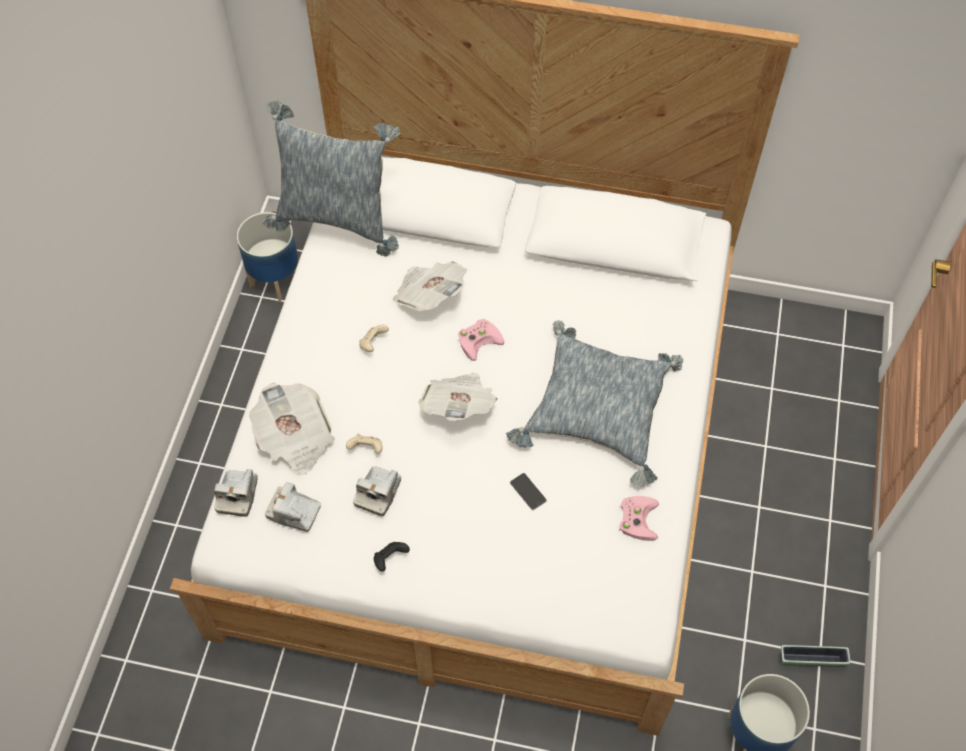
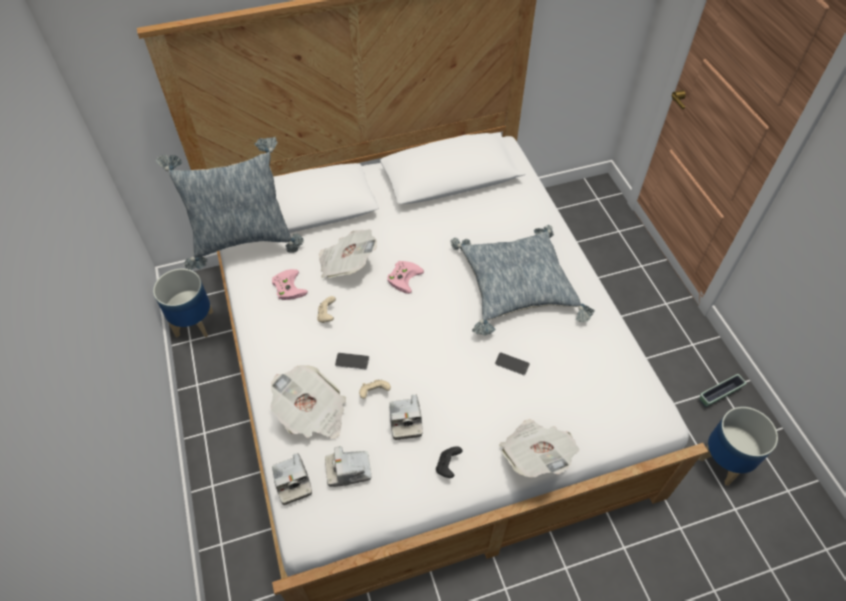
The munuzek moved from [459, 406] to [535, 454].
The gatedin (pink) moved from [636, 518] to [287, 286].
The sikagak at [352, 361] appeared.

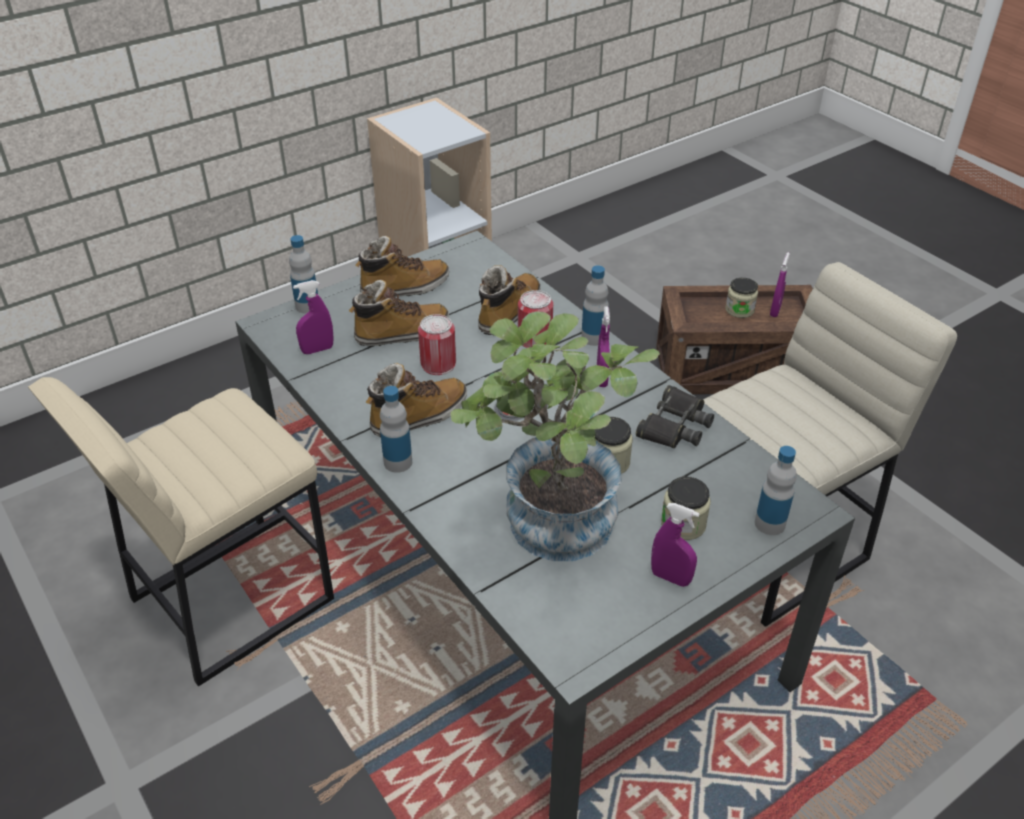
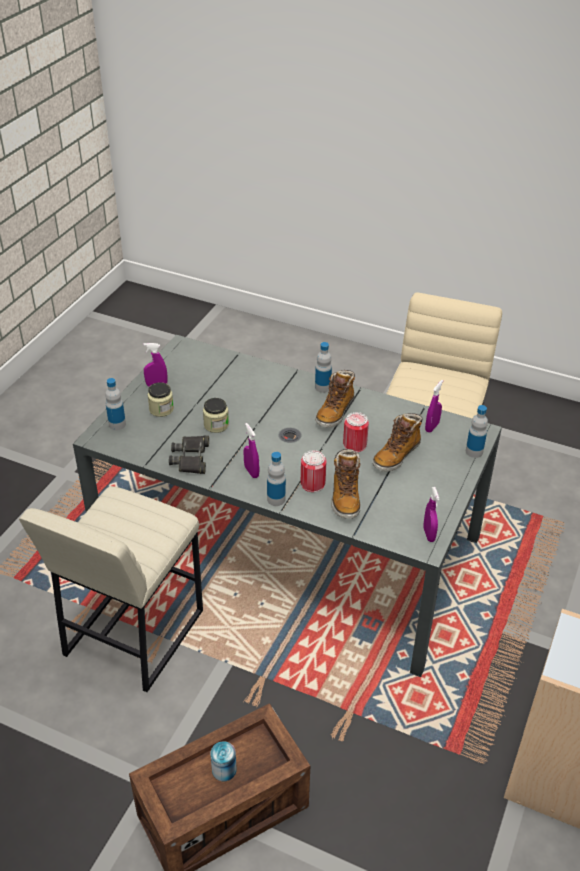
The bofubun at [405, 288] disappeared.
The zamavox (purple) moved from [775, 311] to [429, 534].
The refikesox at [739, 310] was replaced by the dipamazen at [224, 770].
The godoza at [548, 531] disappeared.

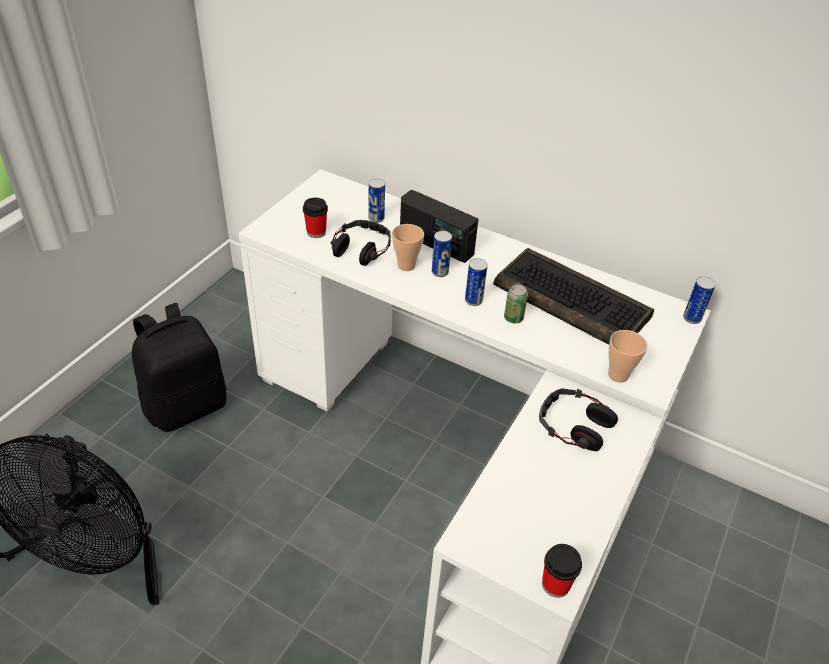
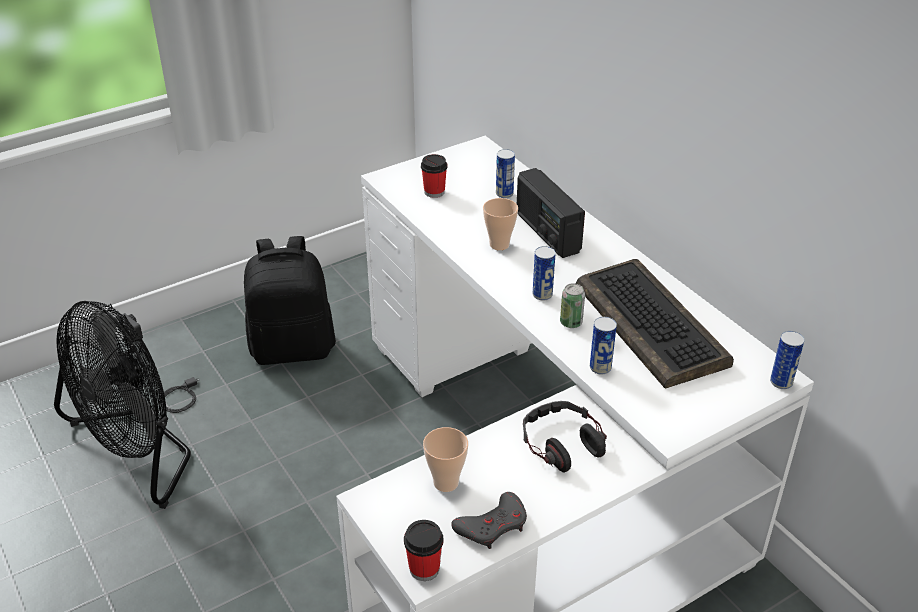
The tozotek at [361, 248] disappeared.
The dipamazen moved from [440, 272] to [600, 367].
The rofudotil moved from [618, 375] to [446, 482].
The gatedin (grey) at [493, 525] appeared.

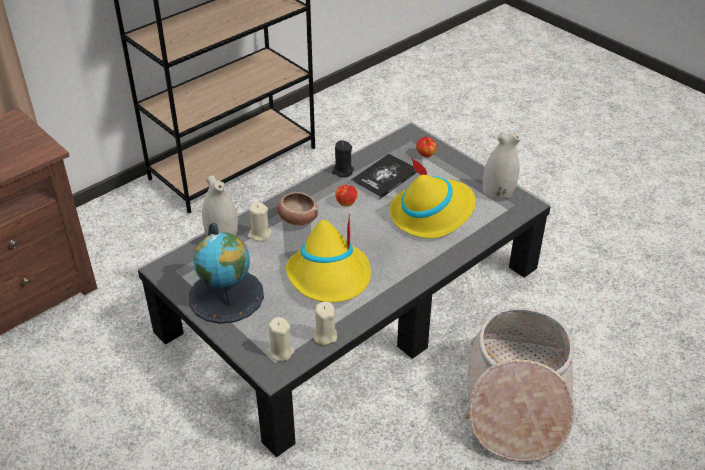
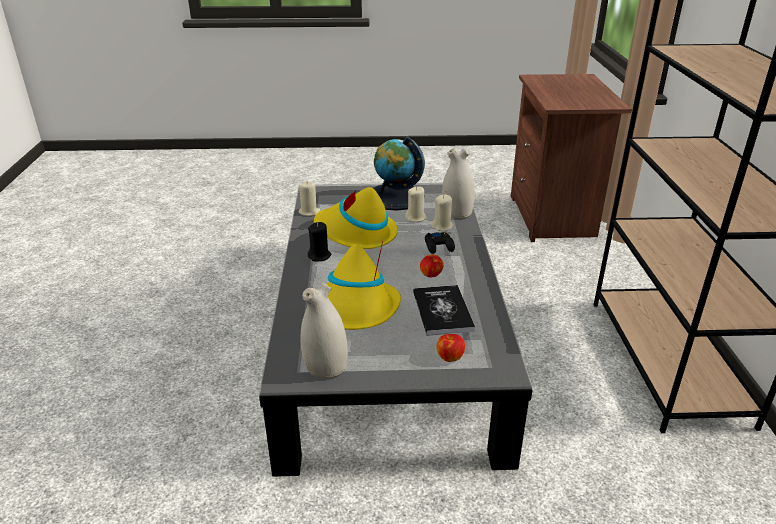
The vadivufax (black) moved from [342, 171] to [319, 256].
The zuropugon at [297, 219] was replaced by the gatedin (black) at [439, 246].
The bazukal at [516, 400] disappeared.
The vadivufax (beige) moved from [280, 352] to [416, 218].

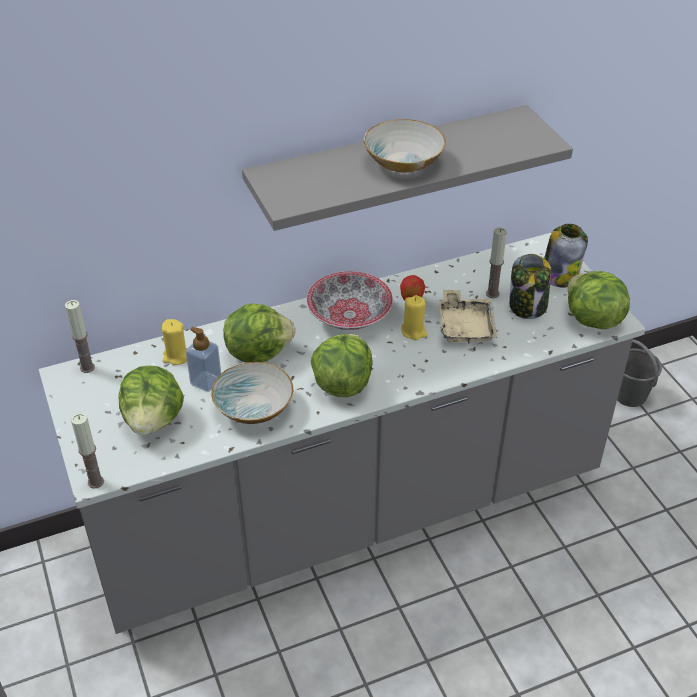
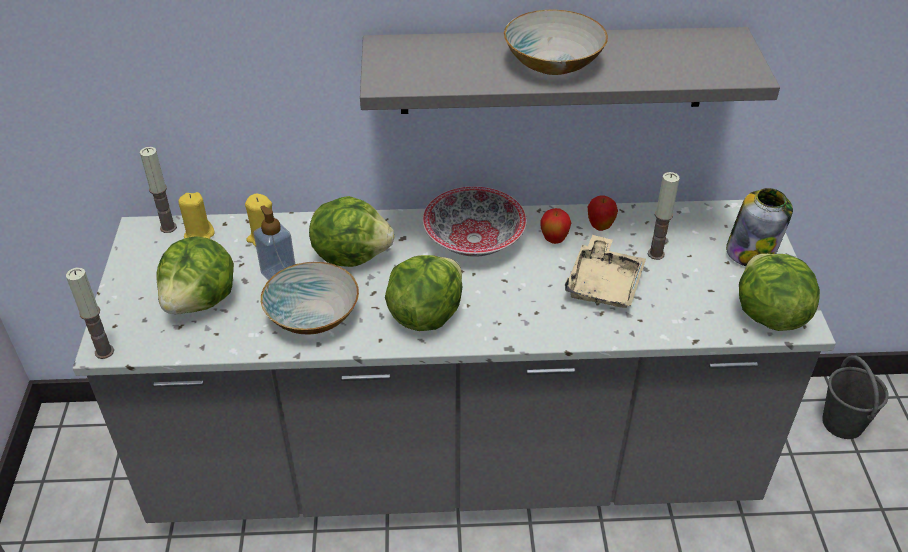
The refikesox at [528, 306] disappeared.
The vadivufax (yellow) moved from [414, 331] to [199, 235].
The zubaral at [600, 227] appeared.

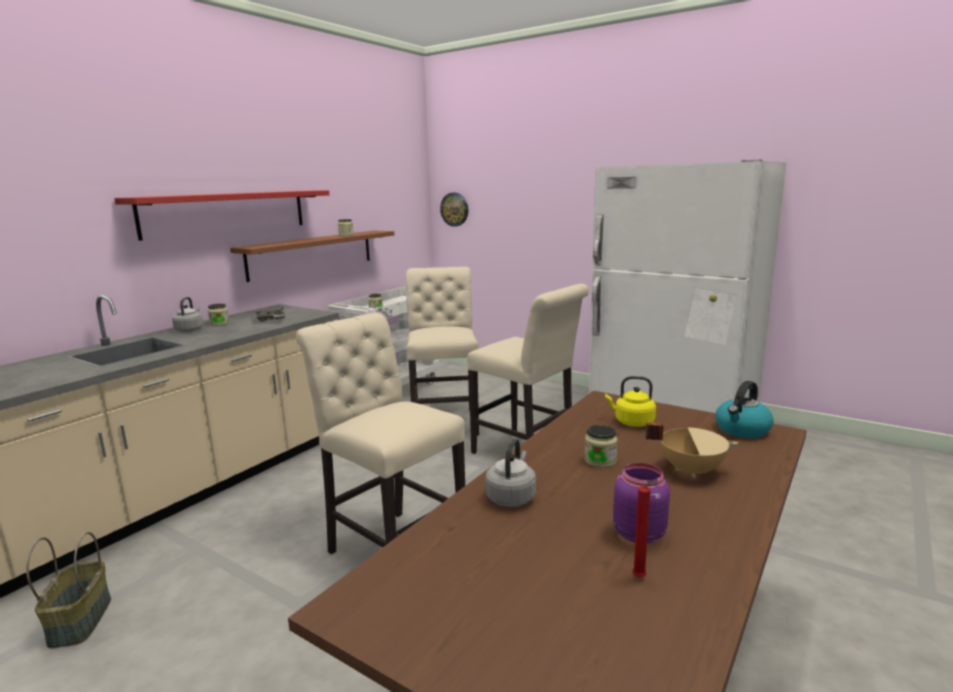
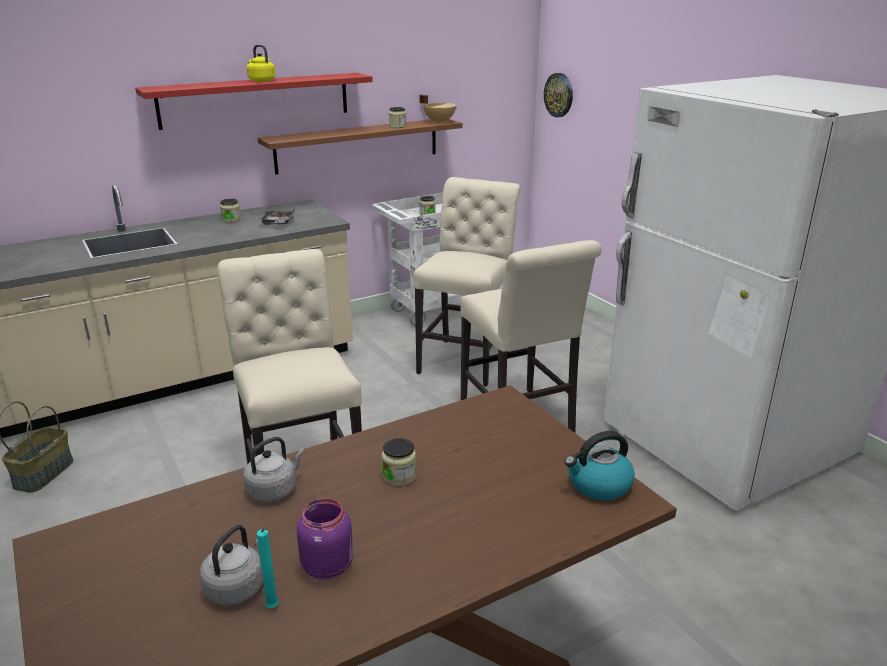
The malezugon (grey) moved from [190, 330] to [237, 586].
The malezugon (yellow) moved from [632, 422] to [261, 80].
The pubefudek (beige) moved from [690, 470] to [439, 122].
The vadivufax (red) at [641, 578] became the vadivufax (turquoise) at [273, 608].

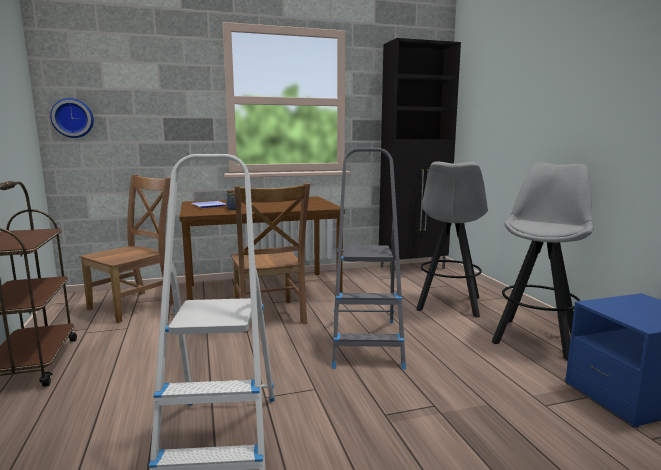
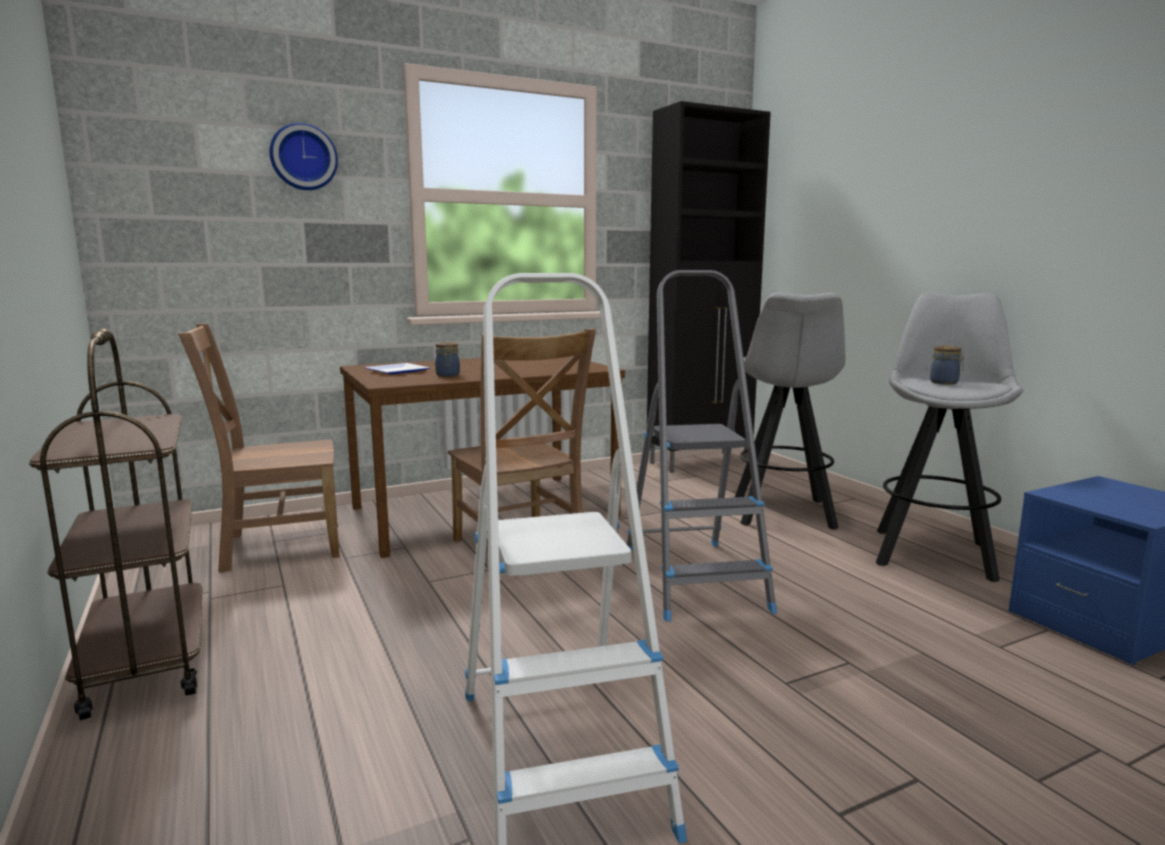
The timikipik moved from [73, 118] to [303, 157].
The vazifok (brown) at [135, 305] turned 135 degrees counterclockwise.
The refikesox at [945, 383] appeared.

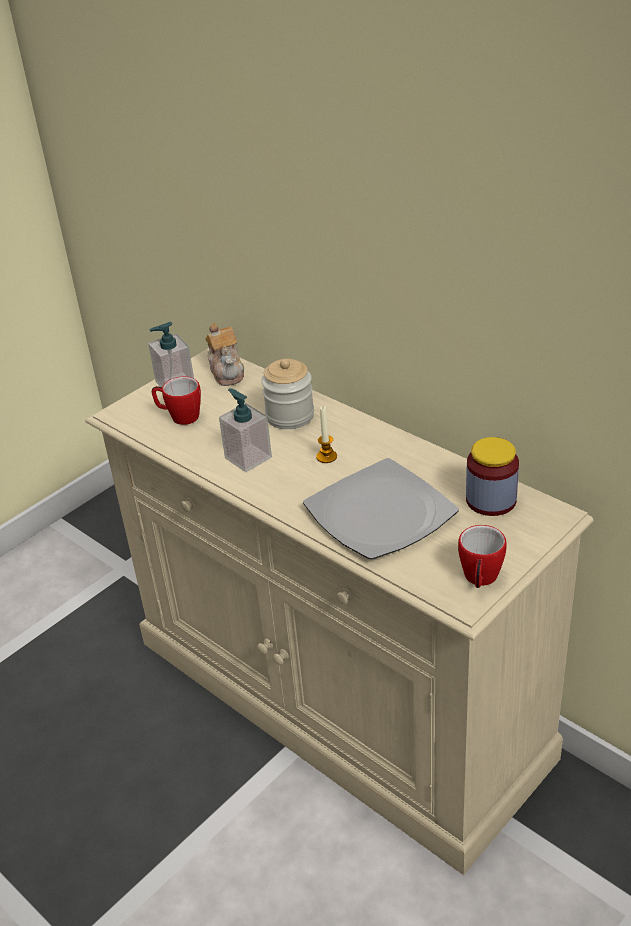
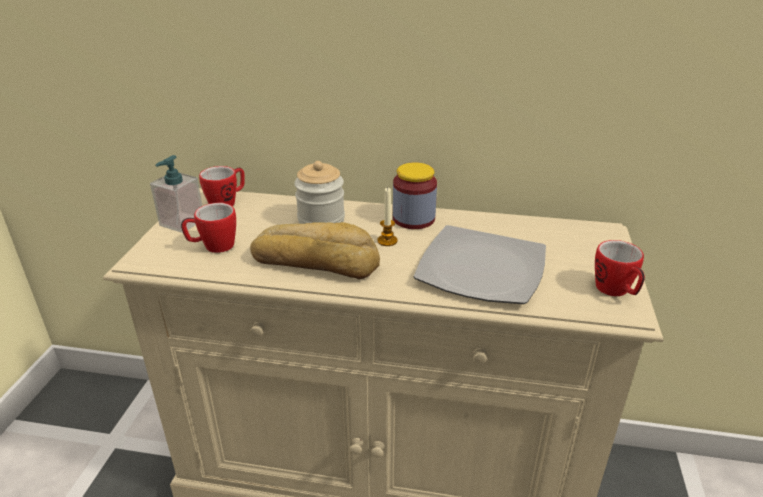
The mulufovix at [227, 372] was replaced by the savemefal at [227, 202].
The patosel at [248, 457] was replaced by the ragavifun at [316, 261].
The refikesox moved from [491, 500] to [413, 219].

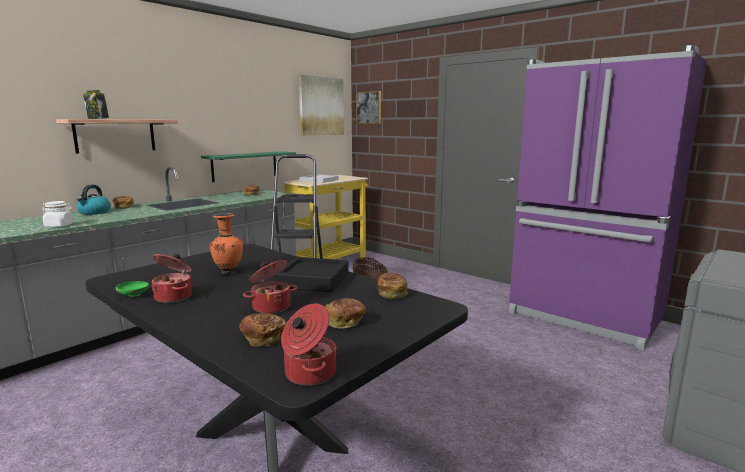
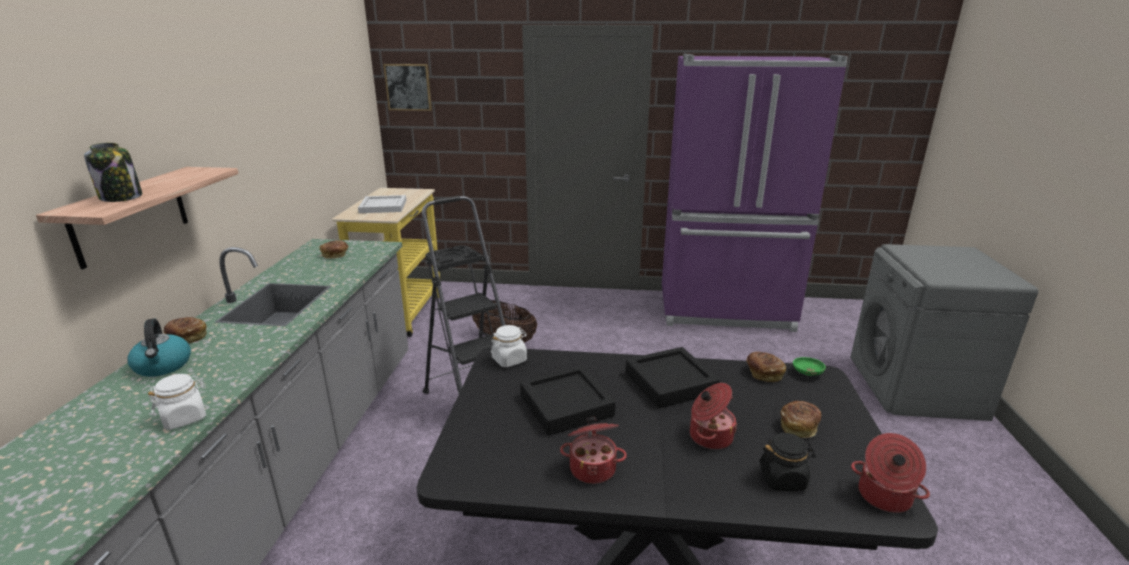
The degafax at [321, 106] disappeared.
The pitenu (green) at [245, 166] disappeared.
The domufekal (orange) at [228, 272] was replaced by the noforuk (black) at [566, 405].
The zuropugon (green) moved from [133, 295] to [807, 373].
The ragavifun at [263, 338] was replaced by the refikesox (black) at [783, 479].
The refikesox (white) at [509, 360] appeared.

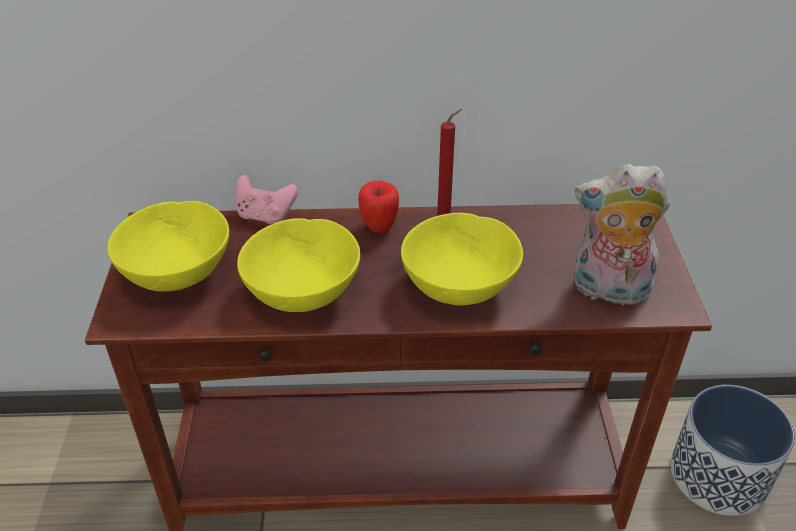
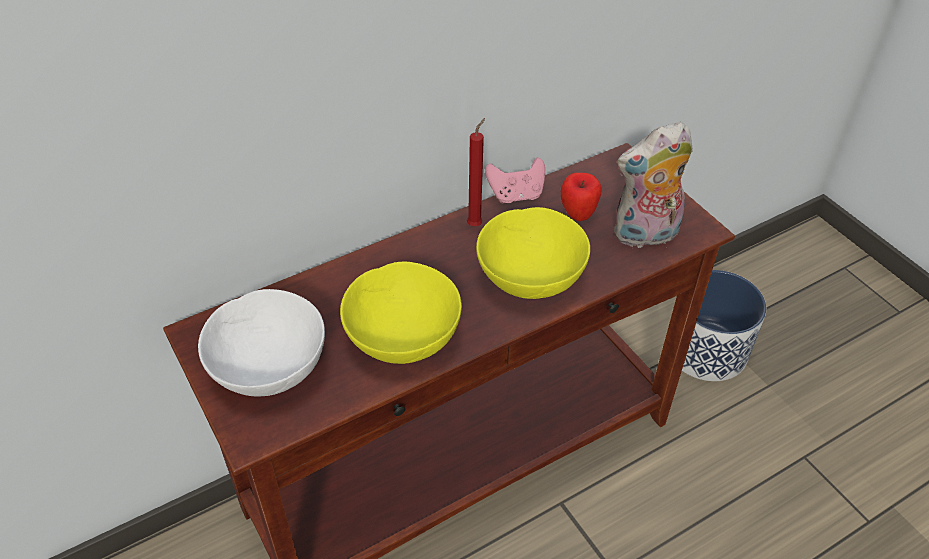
The gatedin (pink) moved from [265, 216] to [516, 195].
The zubaral moved from [379, 227] to [577, 215].
The zuropugon (yellow) at [177, 272] became the zuropugon (white) at [268, 368].

